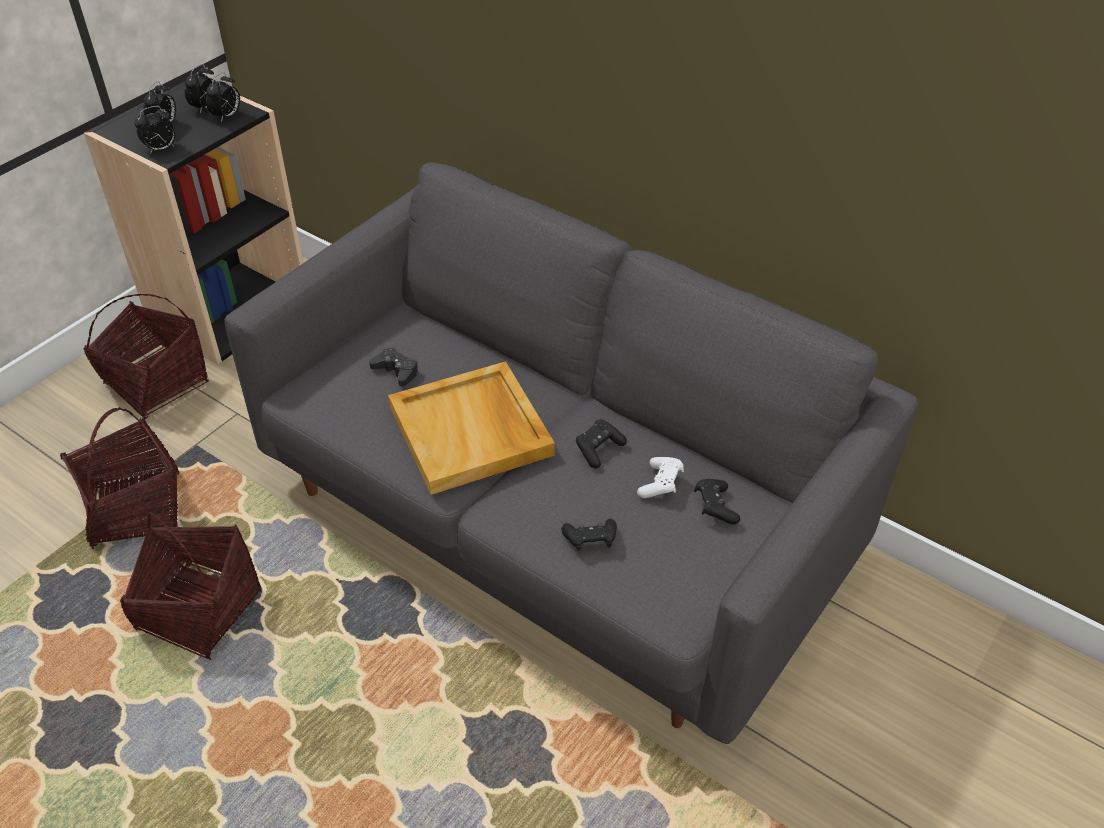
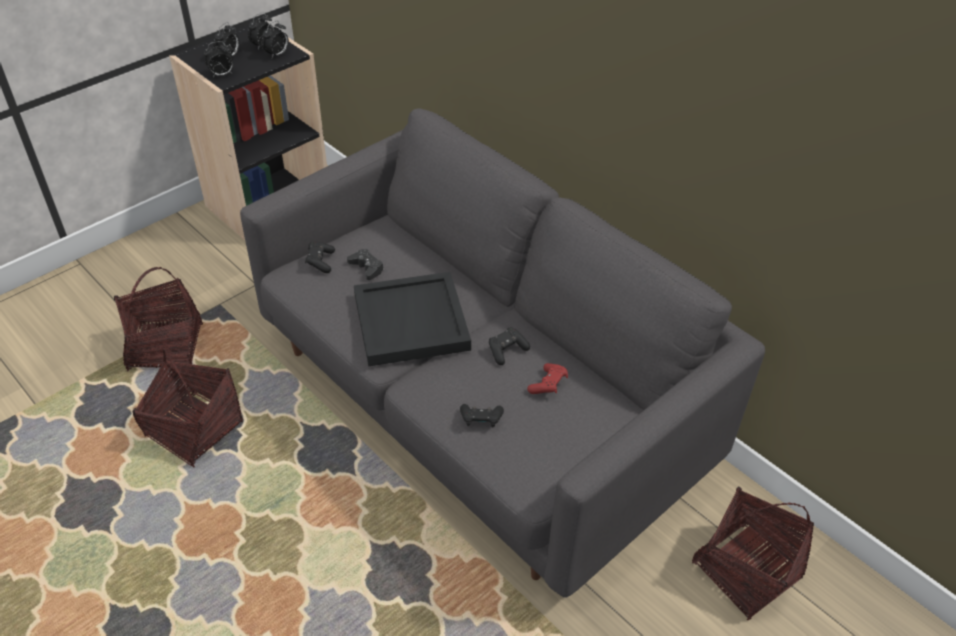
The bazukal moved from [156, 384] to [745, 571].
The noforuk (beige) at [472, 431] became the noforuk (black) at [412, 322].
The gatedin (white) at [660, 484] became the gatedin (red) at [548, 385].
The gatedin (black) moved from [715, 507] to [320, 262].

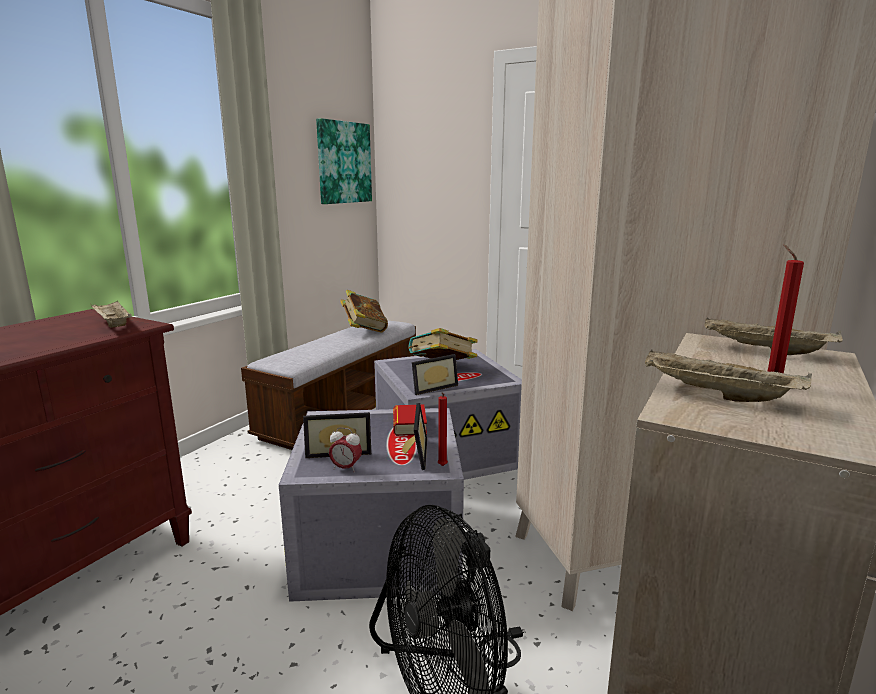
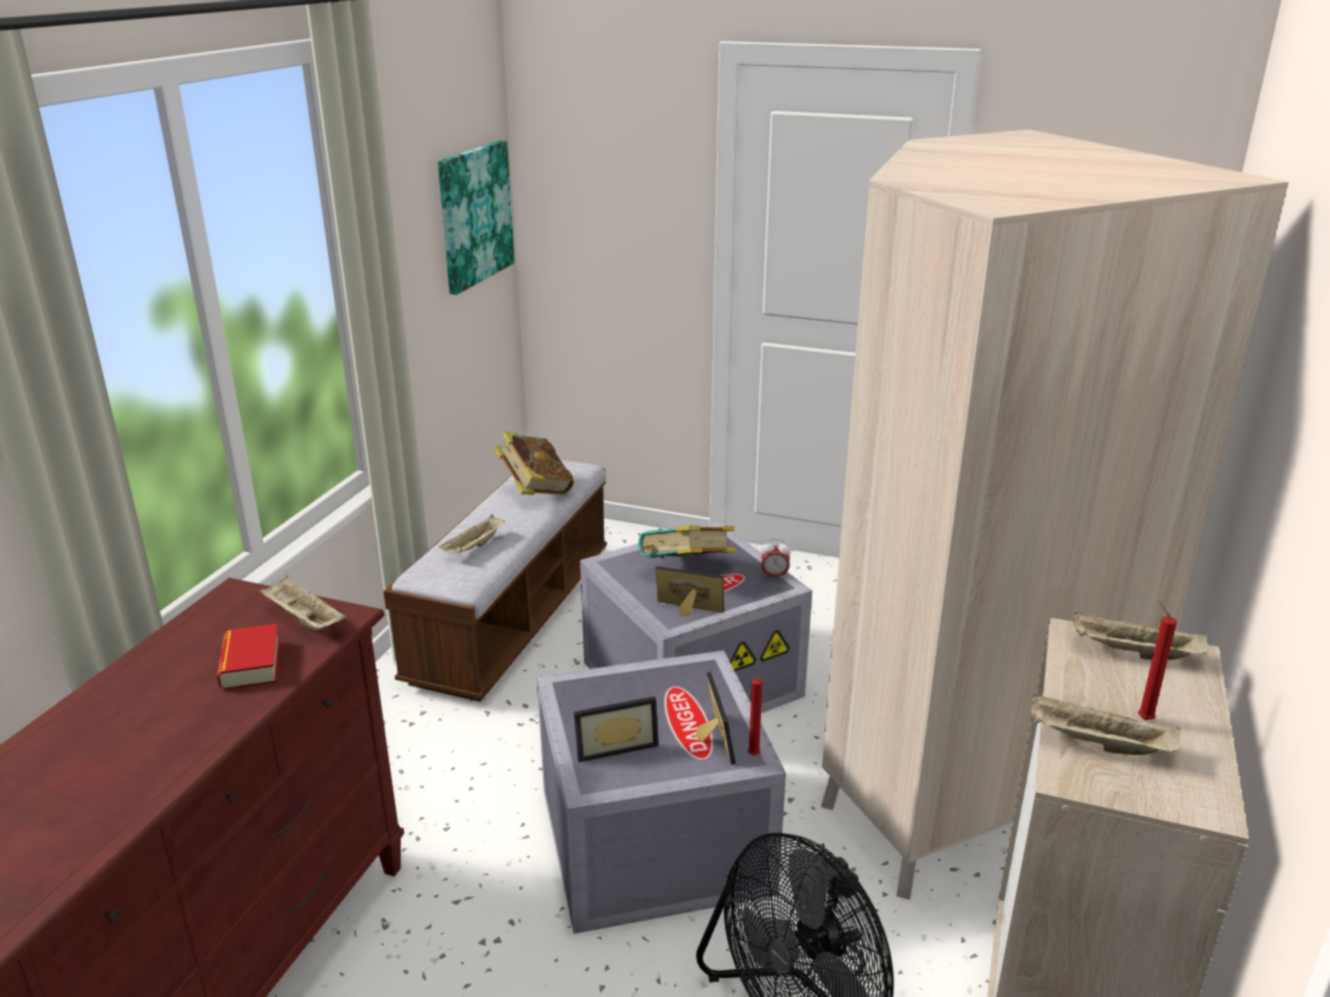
The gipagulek at [432, 387] turned 120 degrees counterclockwise.
The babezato moved from [409, 425] to [251, 664].
The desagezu moved from [346, 468] to [774, 576].
The noforuk (beige) at [474, 547] appeared.

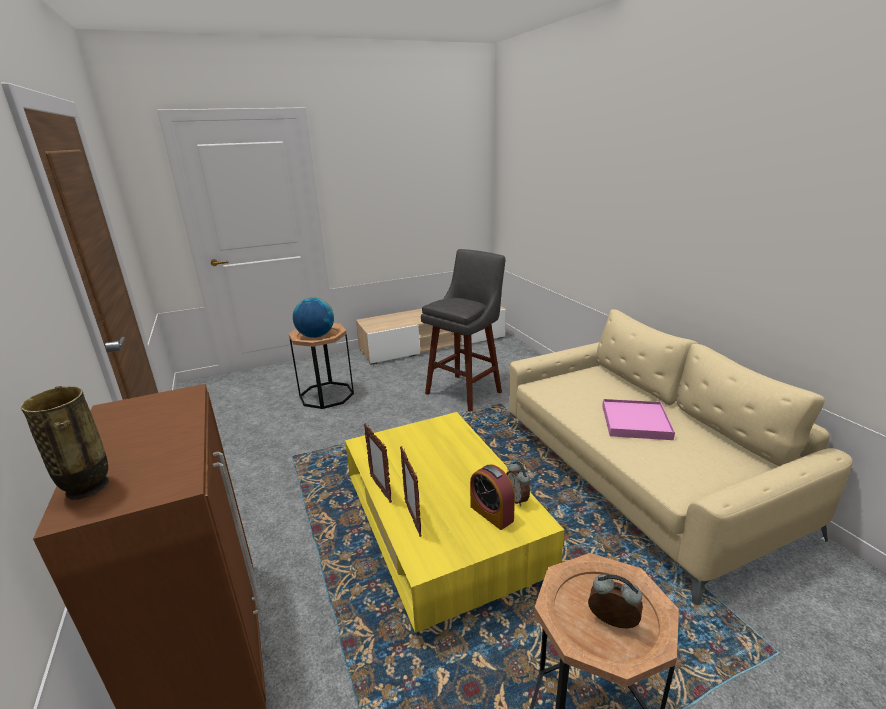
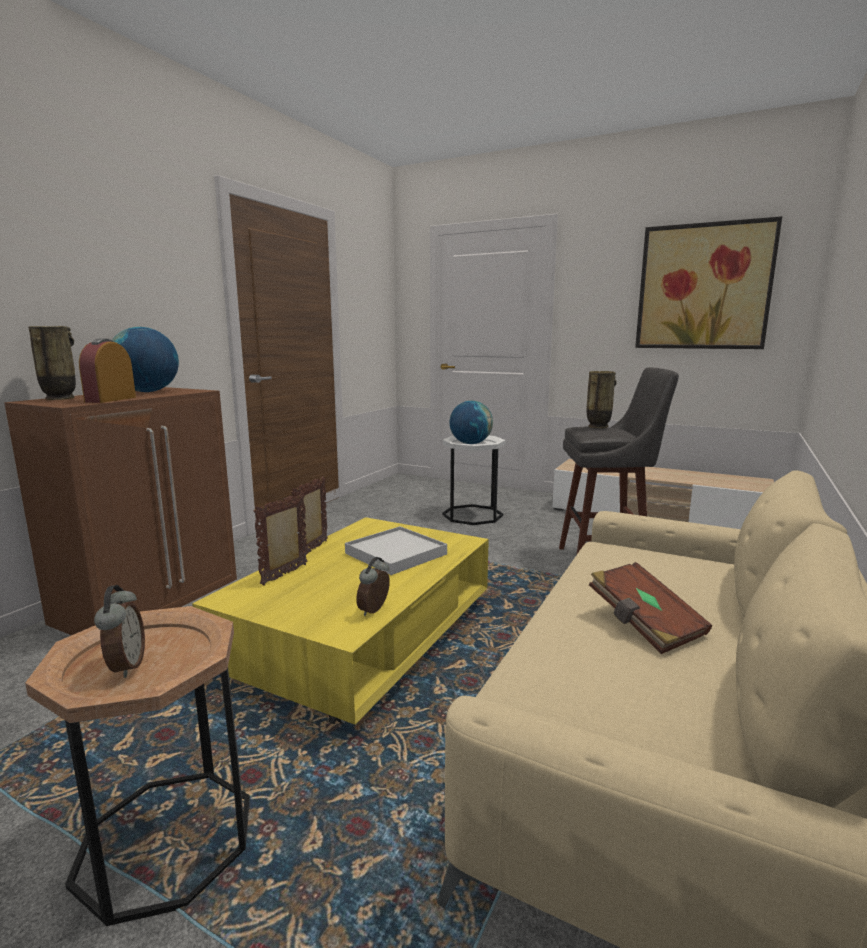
The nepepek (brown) at [326, 395] became the nepepek (white) at [472, 515].
The noforuk (pink) at [635, 422] was replaced by the babezato (brown) at [644, 624].
The desagezu moved from [491, 513] to [111, 399].
The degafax at [703, 287] appeared.
The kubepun at [147, 392] appeared.
The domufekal at [598, 426] appeared.
The noforuk (white) at [396, 553] appeared.

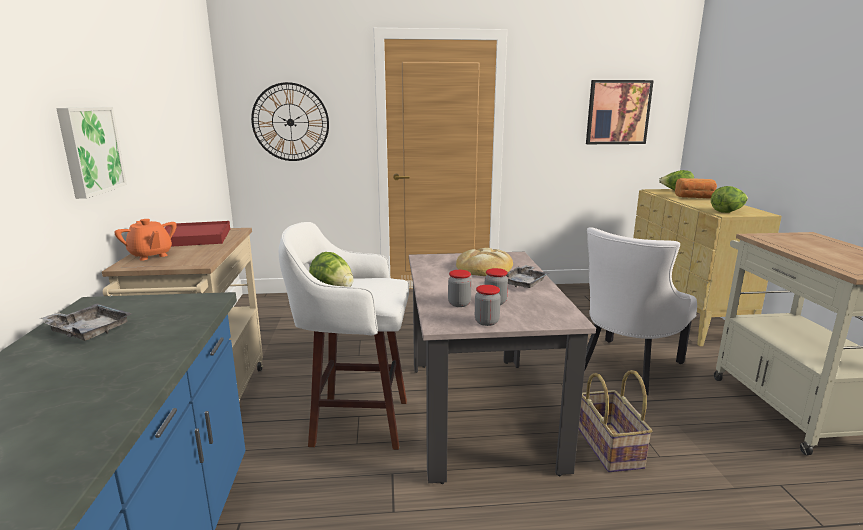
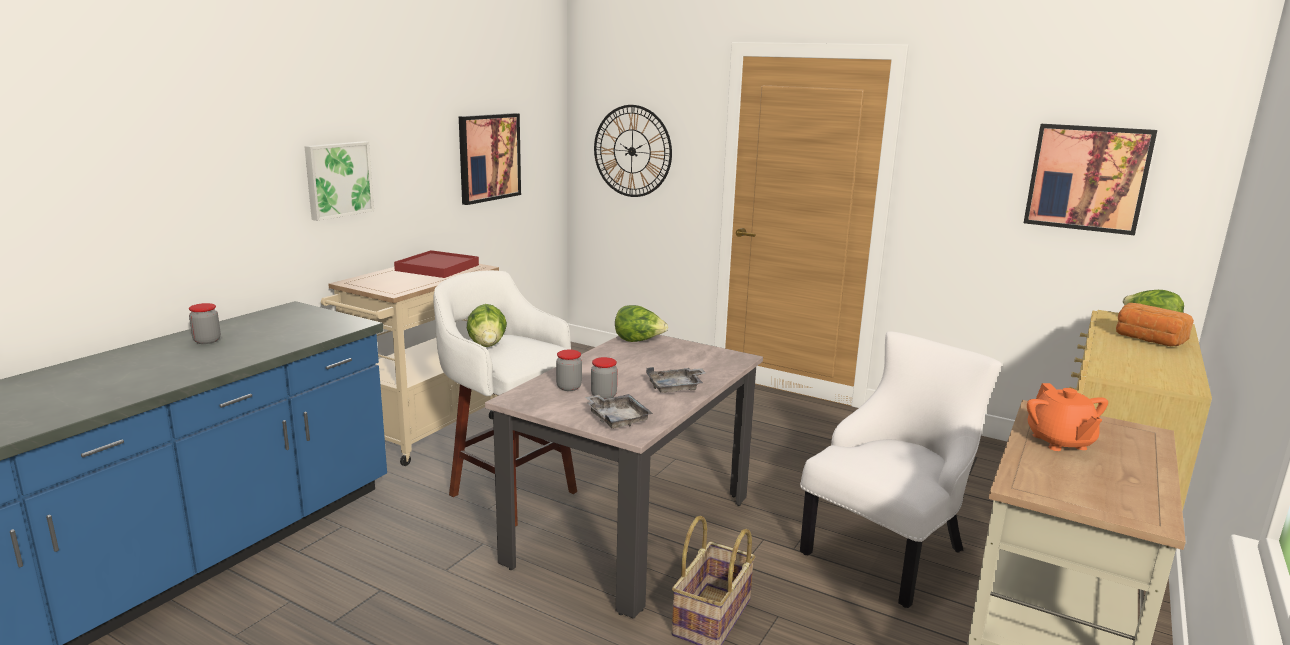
The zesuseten moved from [727, 212] to [639, 341].
The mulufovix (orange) moved from [151, 255] to [1059, 442].
The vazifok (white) at [628, 365] turned 150 degrees clockwise.
The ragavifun at [485, 267] disappeared.
The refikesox moved from [486, 322] to [207, 341].
The noforuk (grey) moved from [89, 330] to [617, 418].
The degafax at [489, 157] appeared.

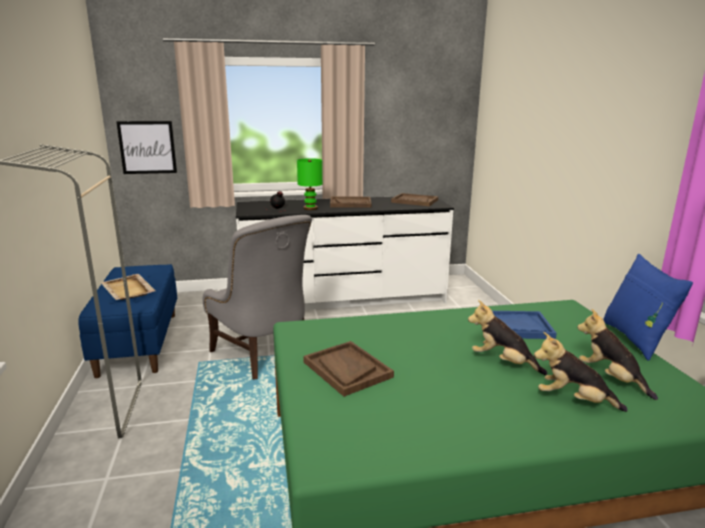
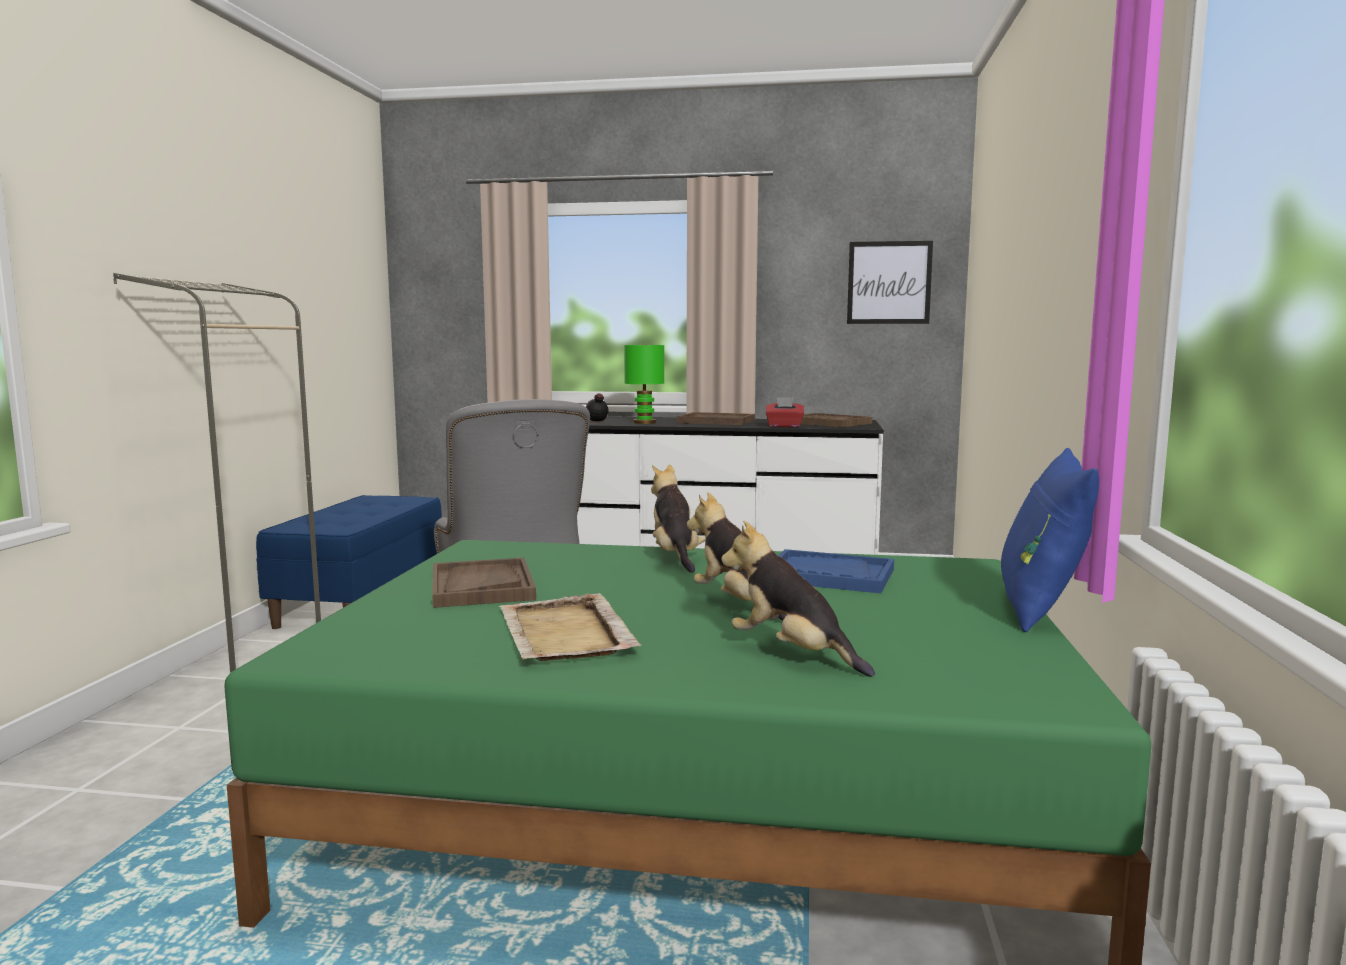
The degafax moved from [147, 147] to [889, 283].
The noforuk (beige) moved from [128, 289] to [565, 633].
The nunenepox moved from [610, 378] to [675, 557].
The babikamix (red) at [784, 426] appeared.

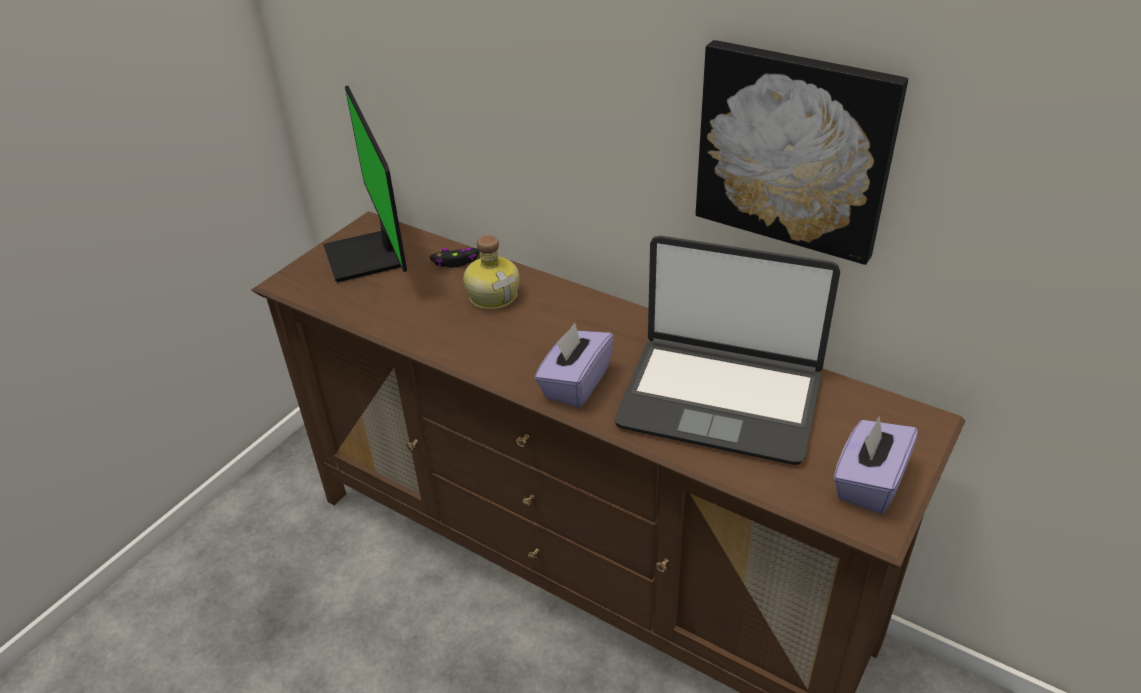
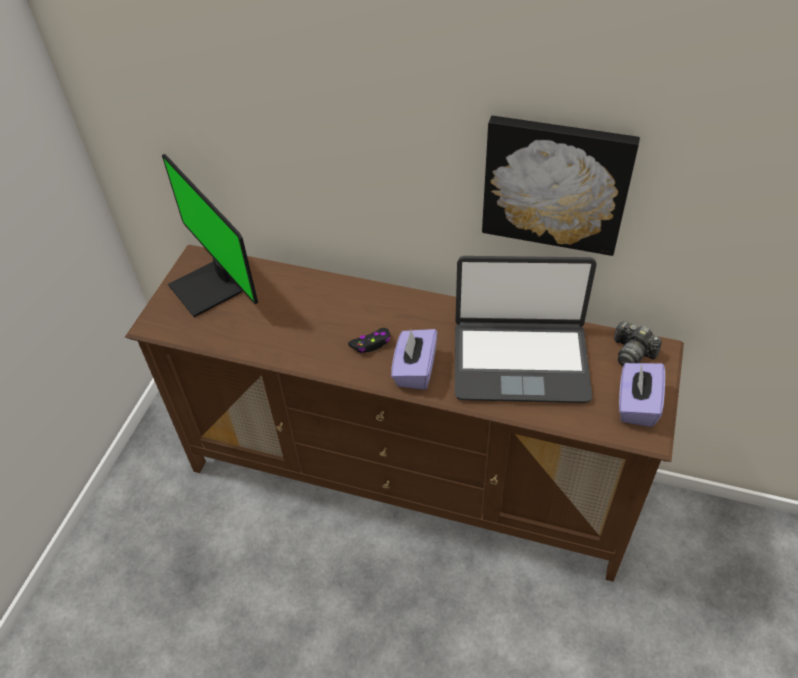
The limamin at [493, 295] disappeared.
The gatedin (black) moved from [456, 262] to [371, 344].
The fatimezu at [632, 353] appeared.

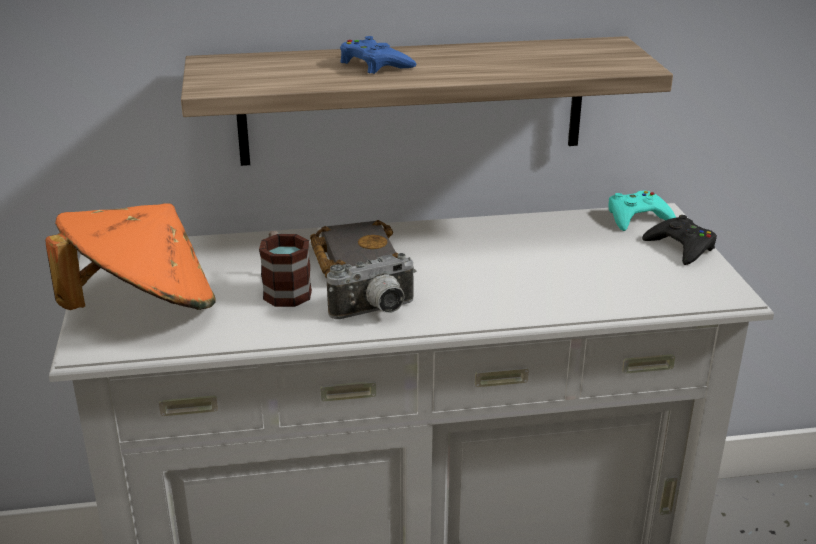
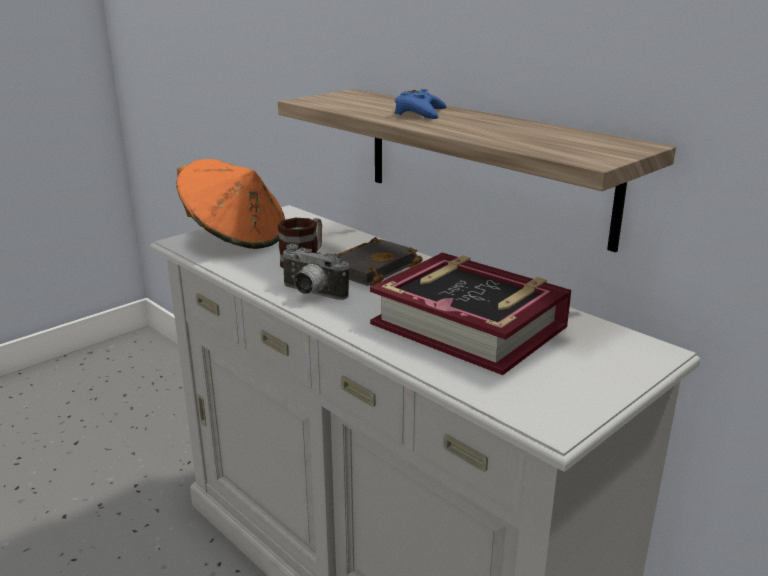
The gatedin (turquoise) at [637, 217] disappeared.
The gatedin (black) at [681, 247] disappeared.
The babezato at [469, 325] appeared.

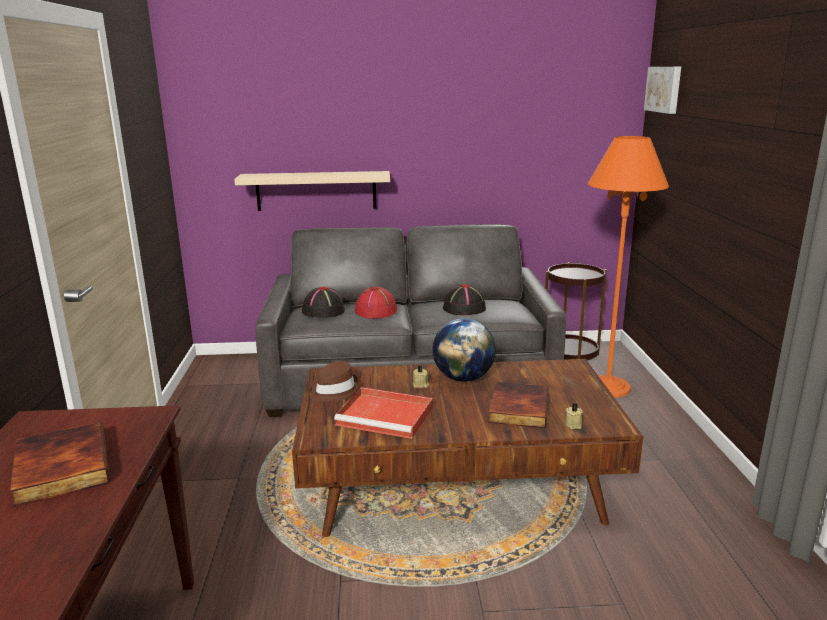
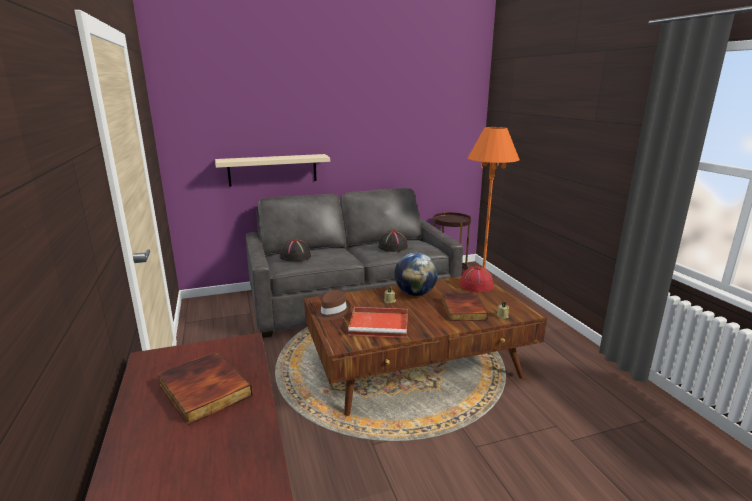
The degafax at [664, 89] disappeared.
The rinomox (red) moved from [376, 311] to [476, 285].

